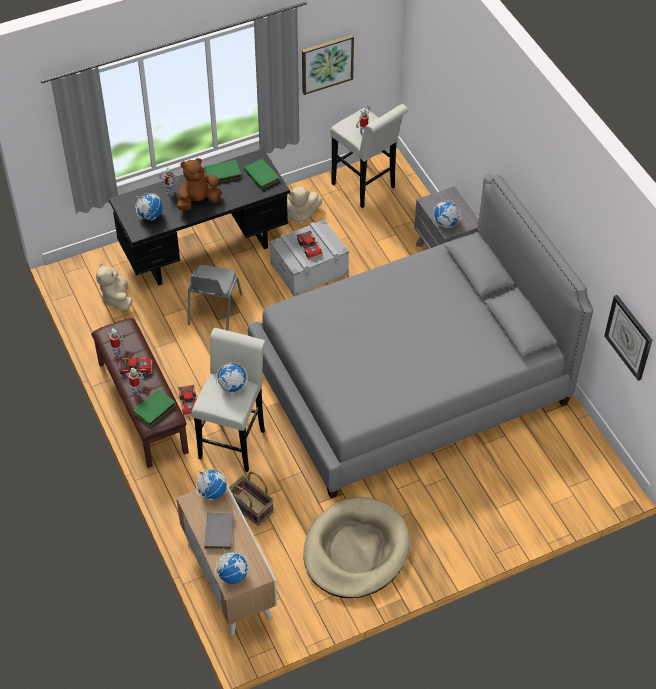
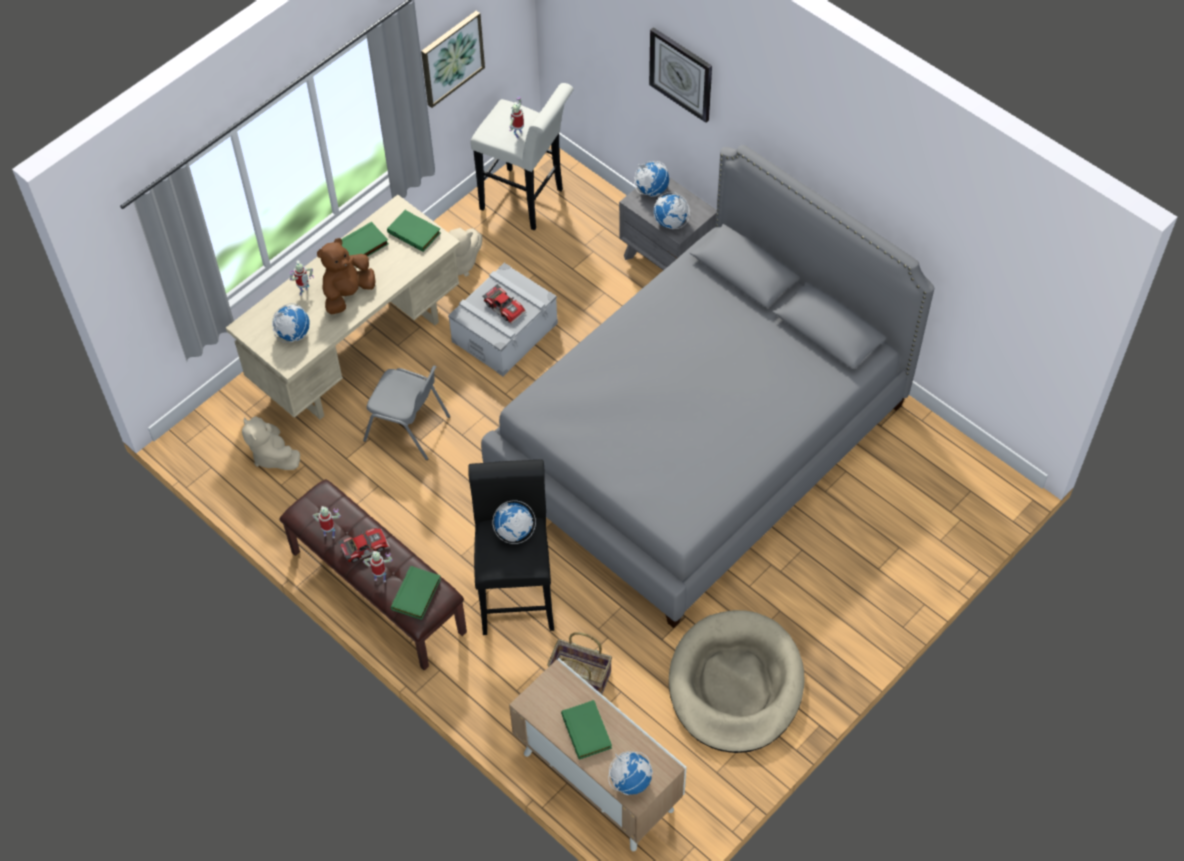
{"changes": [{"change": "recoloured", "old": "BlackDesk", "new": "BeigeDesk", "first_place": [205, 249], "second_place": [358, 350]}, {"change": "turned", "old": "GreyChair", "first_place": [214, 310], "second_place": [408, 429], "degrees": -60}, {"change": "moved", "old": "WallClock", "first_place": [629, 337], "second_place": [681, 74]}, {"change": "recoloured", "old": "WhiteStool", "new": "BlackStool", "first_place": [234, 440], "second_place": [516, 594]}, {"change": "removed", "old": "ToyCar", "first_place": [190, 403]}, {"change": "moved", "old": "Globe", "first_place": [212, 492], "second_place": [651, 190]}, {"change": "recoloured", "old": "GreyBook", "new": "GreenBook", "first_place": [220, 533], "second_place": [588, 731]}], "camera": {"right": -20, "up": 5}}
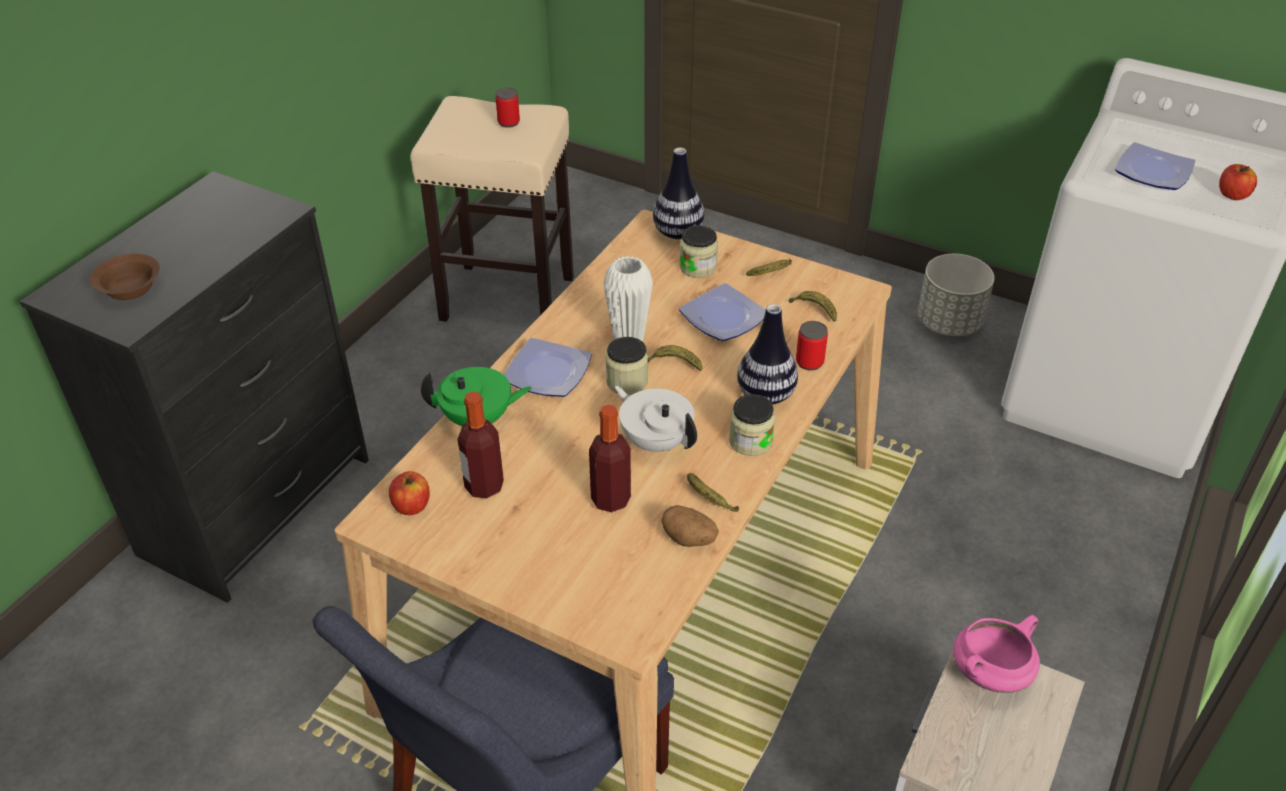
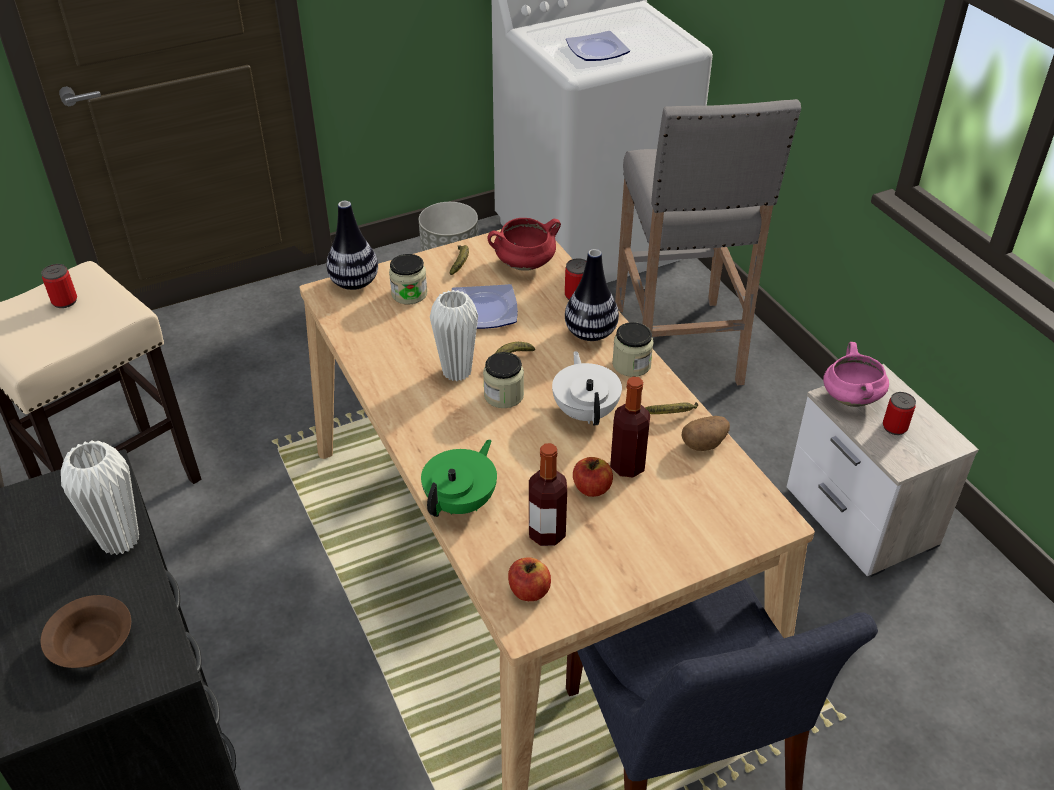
{"changes": [{"change": "moved", "old": "Apple", "first_place": [1232, 195], "second_place": [592, 488]}, {"change": "replaced", "old": "Banana", "new": "RedCookingPot", "first_place": [814, 310], "second_place": [524, 265]}, {"change": "removed", "old": "Plate", "first_place": [548, 374]}, {"change": "turned", "old": "WhiteTeapot", "first_place": [656, 441], "second_place": [586, 411], "degrees": 90}, {"change": "added", "new": "GreyStool", "second_place": [678, 347]}, {"change": "added", "new": "Can", "second_place": [894, 427]}, {"change": "added", "new": "WhiteVase", "second_place": [120, 540]}], "camera": {"right": -55, "up": 0}}
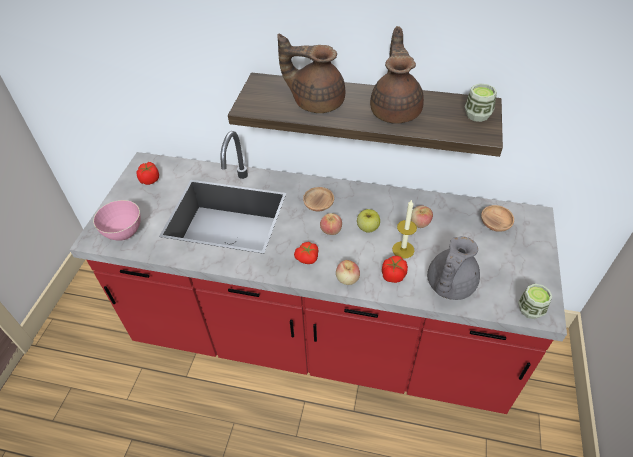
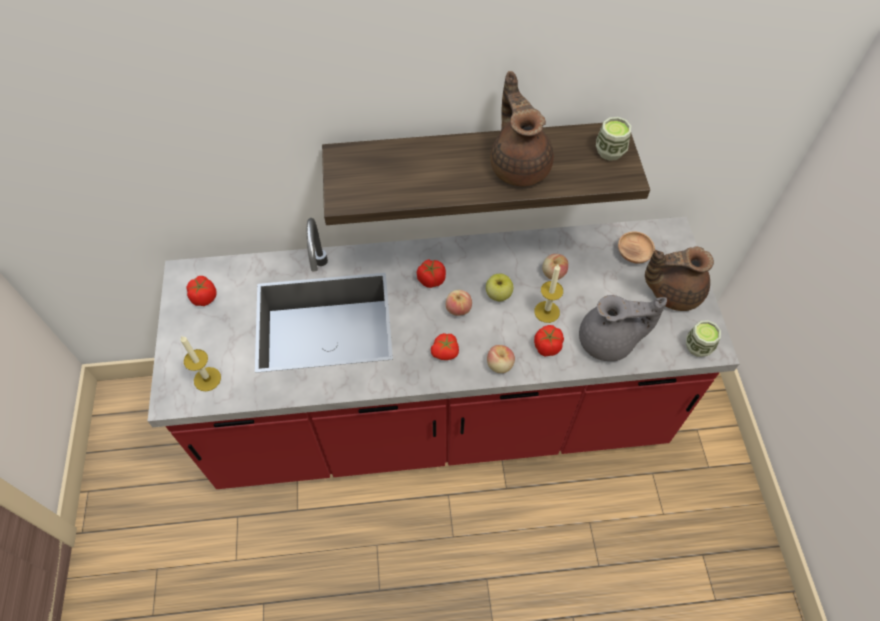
{"changes": [{"change": "moved", "old": "BrownTeapot", "first_place": [316, 102], "second_place": [672, 292]}, {"change": "replaced", "old": "BrownBowl", "new": "Tomato", "first_place": [318, 205], "second_place": [431, 279]}, {"change": "replaced", "old": "PinkBowl", "new": "Candle", "first_place": [124, 232], "second_place": [207, 379]}, {"change": "turned", "old": "GreyTeapot", "first_place": [449, 285], "second_place": [609, 341], "degrees": -105}], "camera": {"right": -20, "up": 10}}
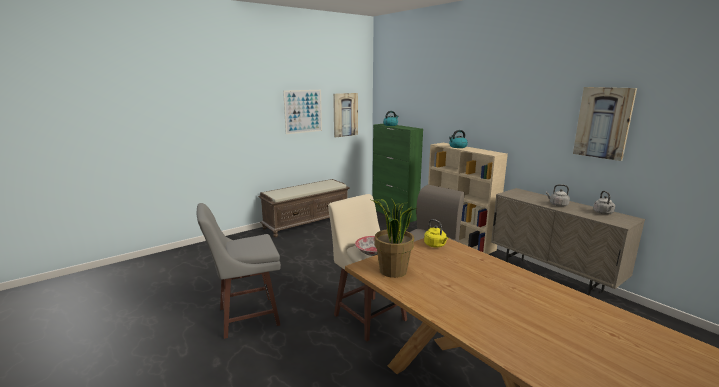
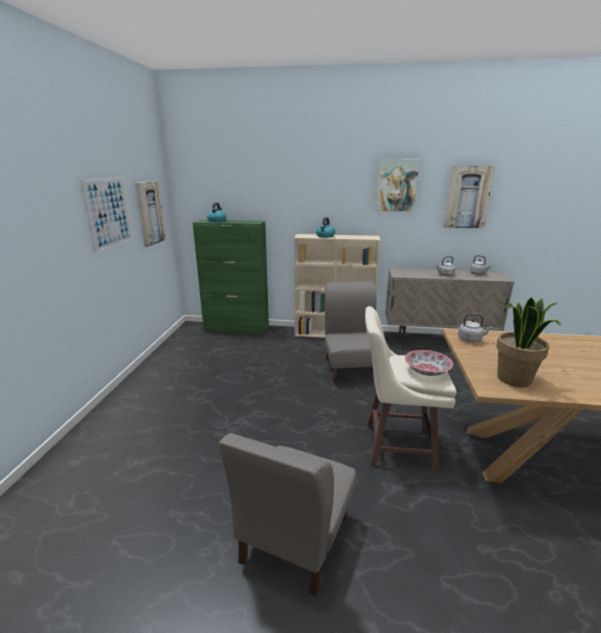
{"changes": [{"change": "removed", "old": "BrownBench", "first_place": [307, 222]}, {"change": "replaced", "old": "GreyStool", "new": "GreyChair", "first_place": [246, 317], "second_place": [294, 539]}, {"change": "recoloured", "old": "YellowKettle", "new": "GreyKettle", "first_place": [435, 245], "second_place": [471, 339]}, {"change": "added", "new": "Picture", "second_place": [396, 185]}], "camera": {"right": -45, "up": 5}}
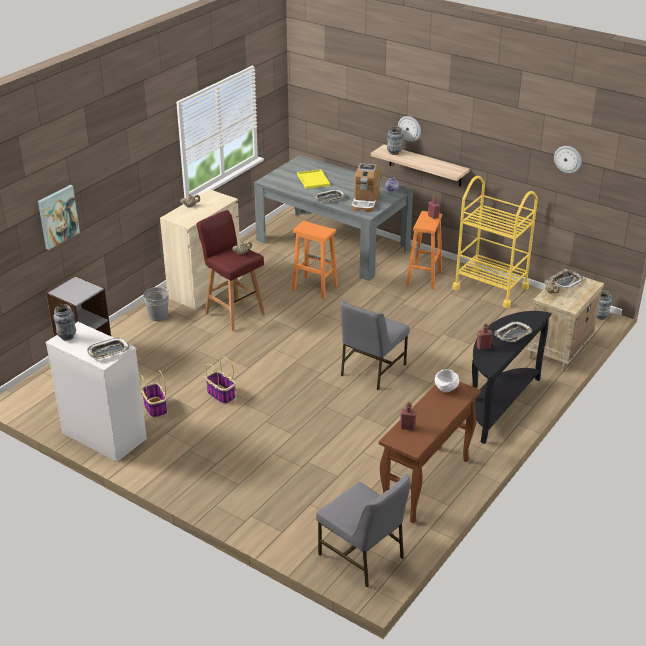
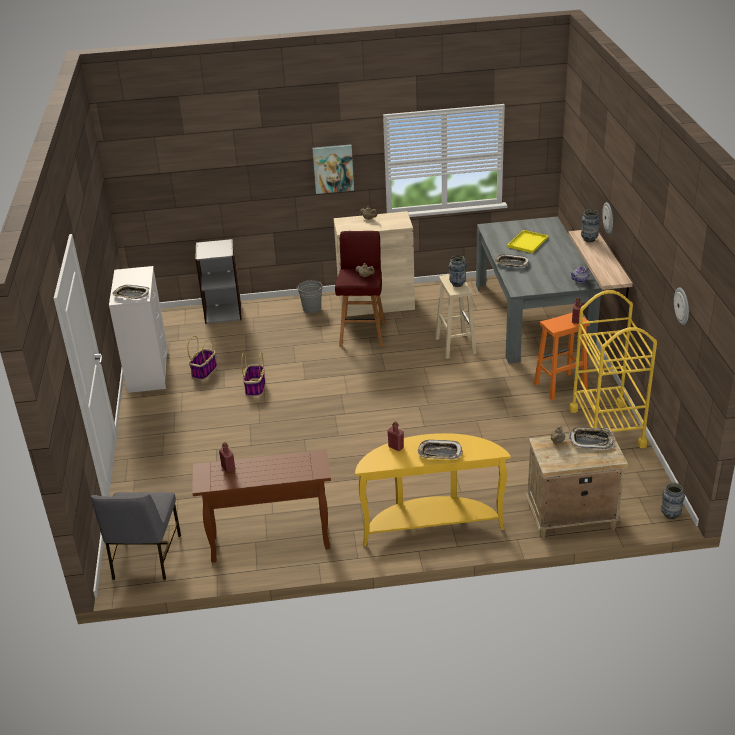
{"changes": [{"change": "removed", "old": "CoffeeMachine", "first_place": [365, 202]}, {"change": "moved", "old": "Picture", "first_place": [58, 216], "second_place": [333, 168]}, {"change": "recoloured", "old": "OrangeStool", "new": "BeigeStool", "first_place": [314, 287], "second_place": [455, 345]}, {"change": "removed", "old": "GreyChair", "first_place": [371, 370]}, {"change": "moved", "old": "Vase", "first_place": [67, 337], "second_place": [457, 284]}, {"change": "recoloured", "old": "BlackConsoleTable", "new": "YellowConsoleTable", "first_place": [498, 405], "second_place": [430, 525]}, {"change": "removed", "old": "WhiteBowl", "first_place": [446, 389]}], "camera": {"right": 50, "up": 0}}
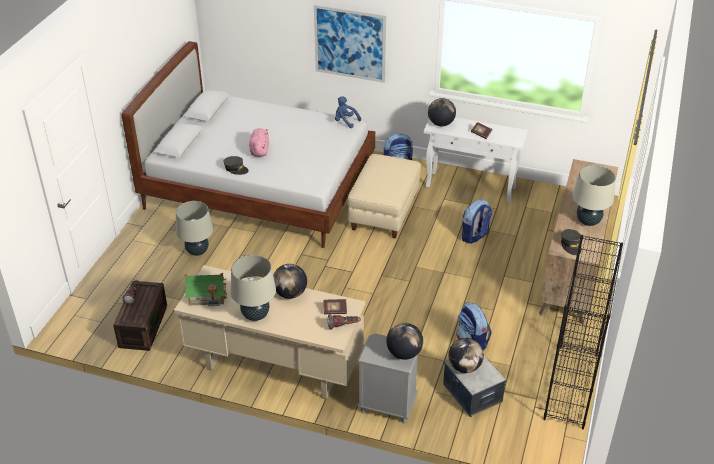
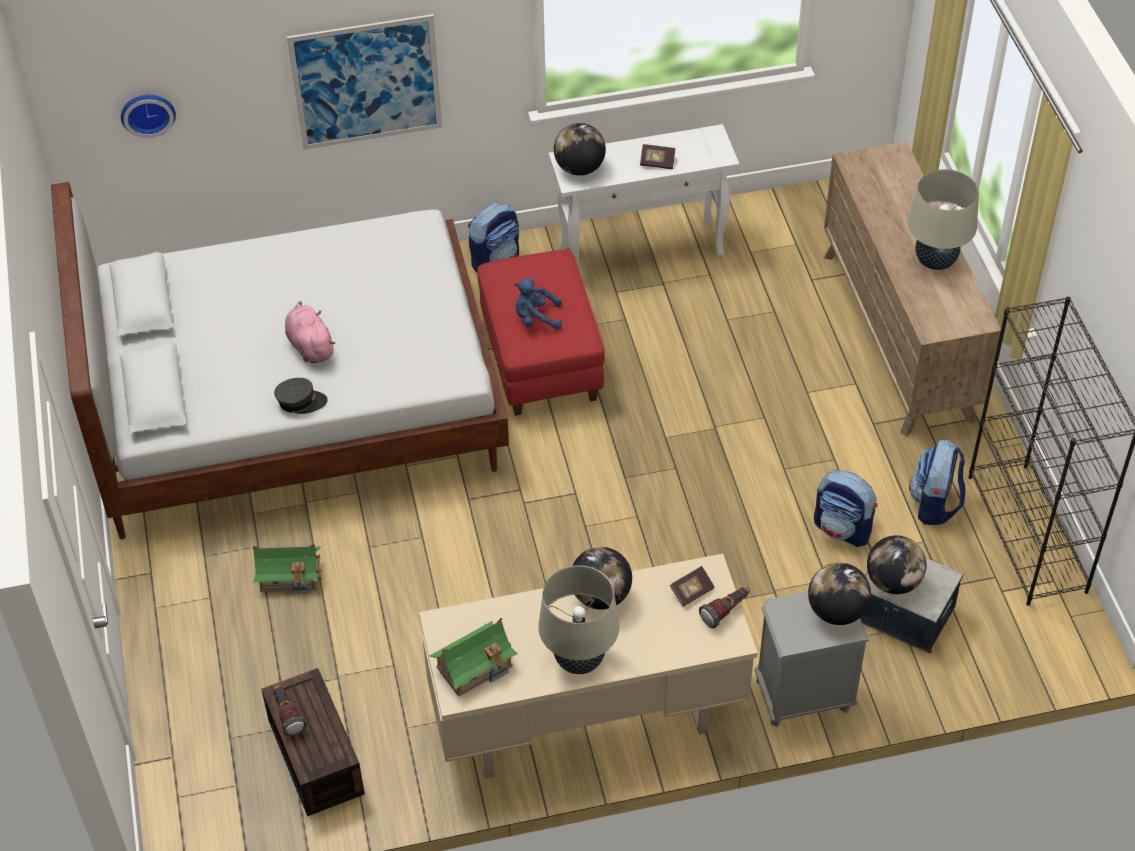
{"changes": [{"change": "moved", "old": "BluePlushToy", "first_place": [345, 121], "second_place": [536, 318]}, {"change": "recoloured", "old": "BeigeOttoman", "new": "RedOttoman", "first_place": [383, 212], "second_place": [540, 359]}, {"change": "moved", "old": "Backpack", "first_place": [475, 236], "second_place": [935, 504]}, {"change": "replaced", "old": "BeigeTableLamp", "new": "ToyHouse", "first_place": [197, 251], "second_place": [289, 575]}, {"change": "removed", "old": "GreyCap", "first_place": [571, 245]}, {"change": "added", "new": "WallClock", "second_place": [147, 112]}], "camera": {"right": -30, "up": 10}}
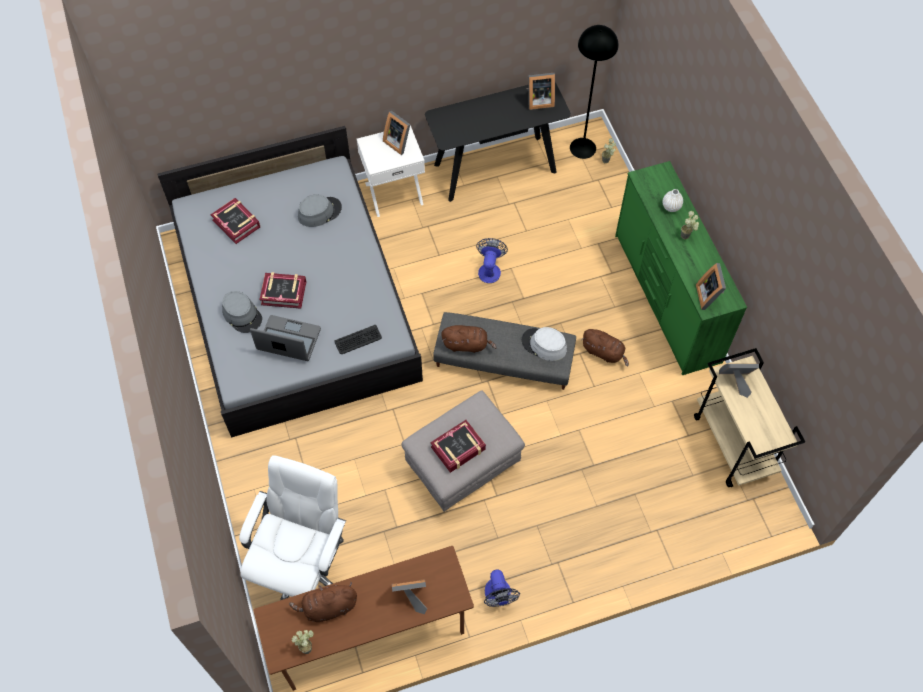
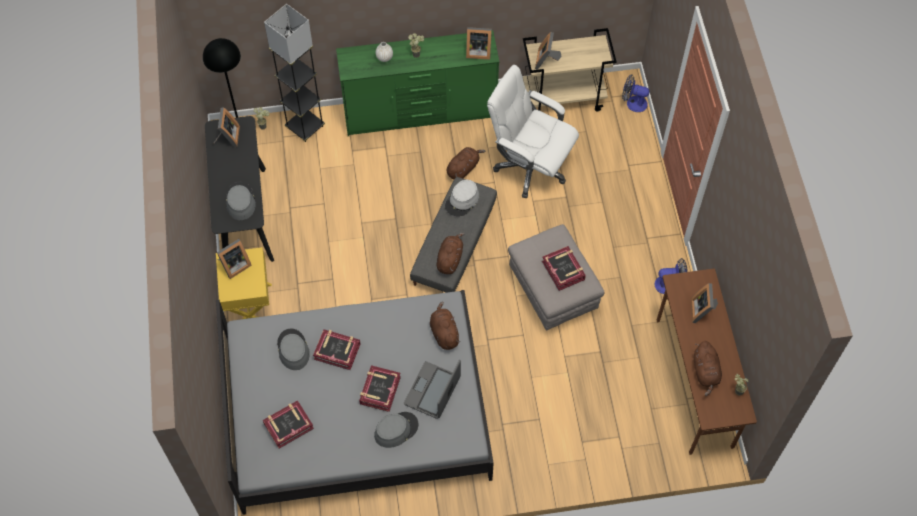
{"changes": [{"change": "recoloured", "old": "WhiteNightstand", "new": "YellowNightstand", "first_place": [393, 193], "second_place": [250, 307]}, {"change": "moved", "old": "Fan", "first_place": [490, 269], "second_place": [633, 103]}, {"change": "replaced", "old": "Keyboard", "new": "BrownPlushToy", "first_place": [358, 340], "second_place": [444, 333]}, {"change": "moved", "old": "WhiteOfficeChair", "first_place": [302, 563], "second_place": [529, 167]}, {"change": "added", "new": "GreyFloorLamp", "second_place": [305, 127]}, {"change": "added", "new": "GreyHat", "second_place": [240, 201]}, {"change": "added", "new": "Book", "second_place": [337, 351]}], "camera": {"right": -80, "up": 0}}
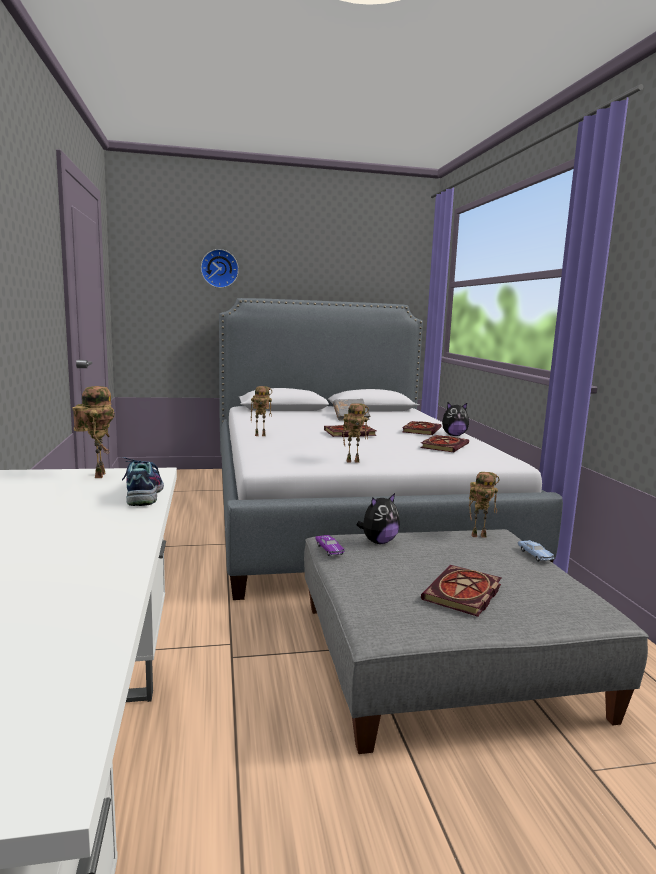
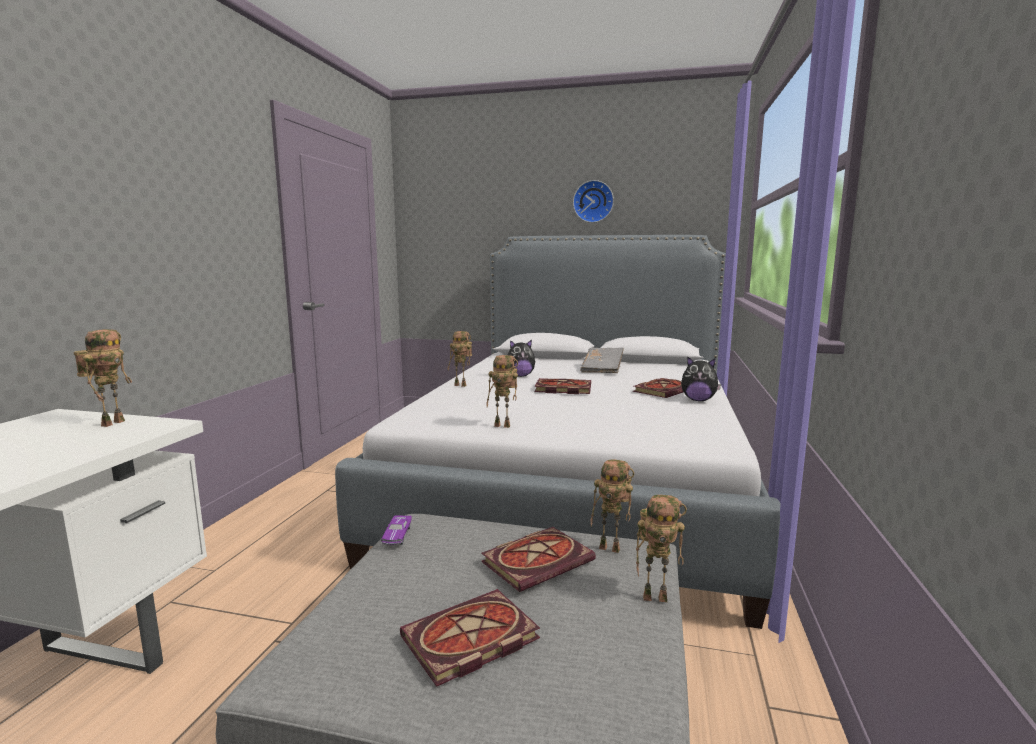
{"changes": [{"change": "moved", "old": "WallClock", "first_place": [219, 268], "second_place": [593, 201]}, {"change": "moved", "old": "Book", "first_place": [444, 446], "second_place": [538, 560]}, {"change": "removed", "old": "Shoe", "first_place": [142, 493]}, {"change": "moved", "old": "PlushToy", "first_place": [378, 542], "second_place": [520, 376]}, {"change": "replaced", "old": "BlueToyCar", "new": "ToyRobot", "first_place": [535, 555], "second_place": [656, 597]}], "camera": {"right": 25, "up": 0}}
